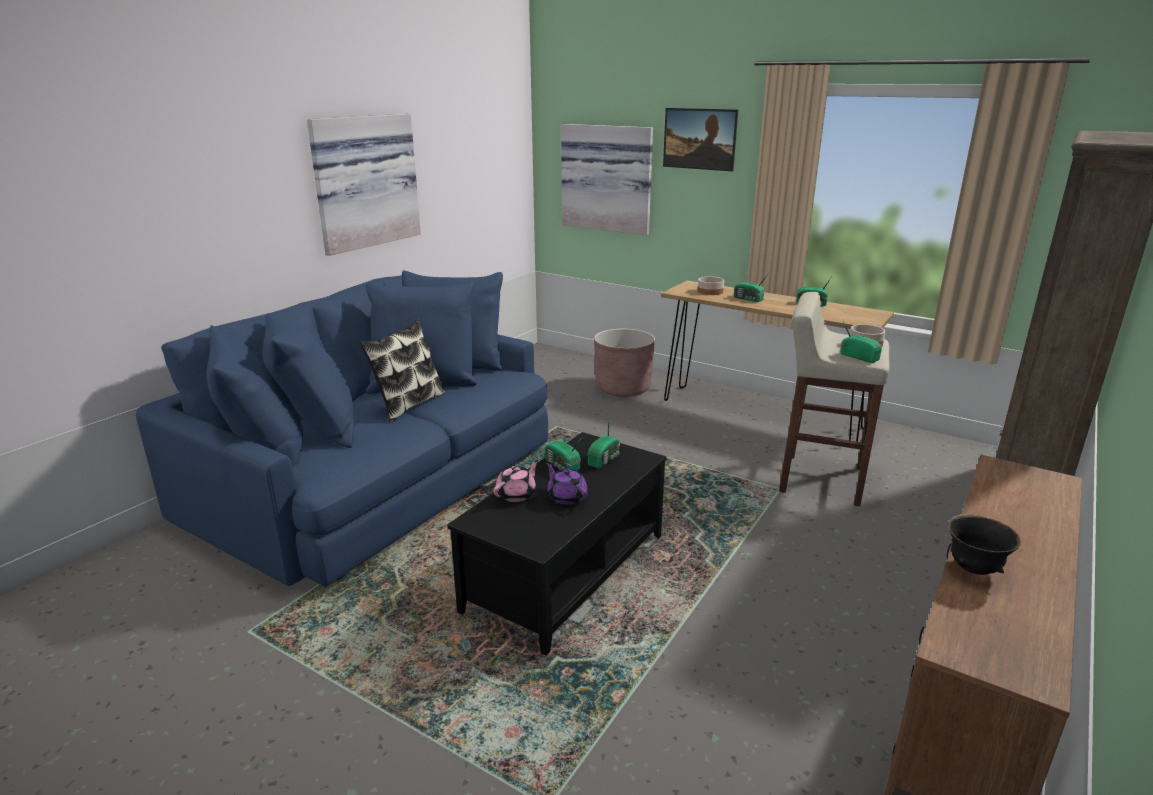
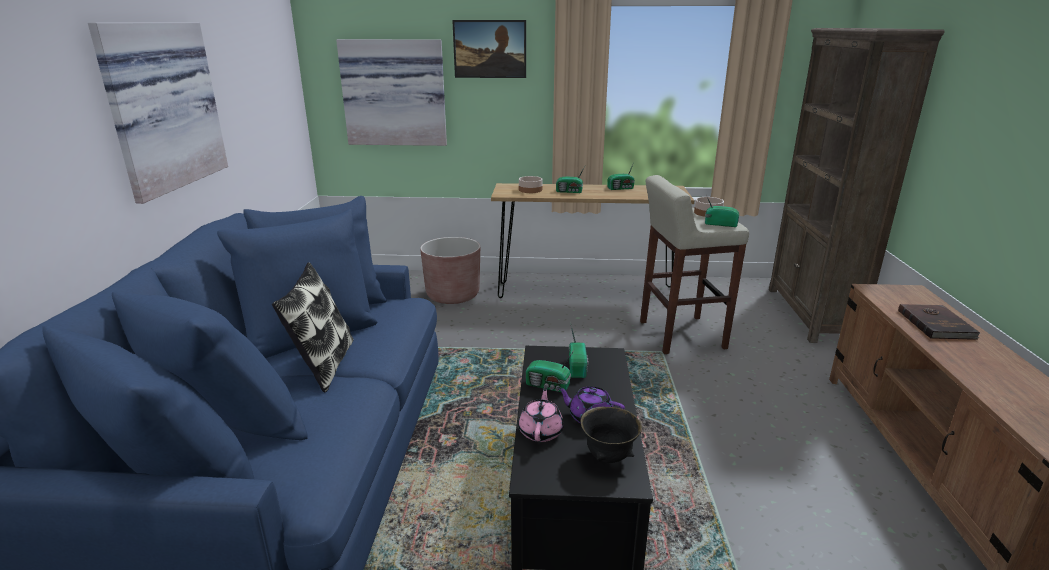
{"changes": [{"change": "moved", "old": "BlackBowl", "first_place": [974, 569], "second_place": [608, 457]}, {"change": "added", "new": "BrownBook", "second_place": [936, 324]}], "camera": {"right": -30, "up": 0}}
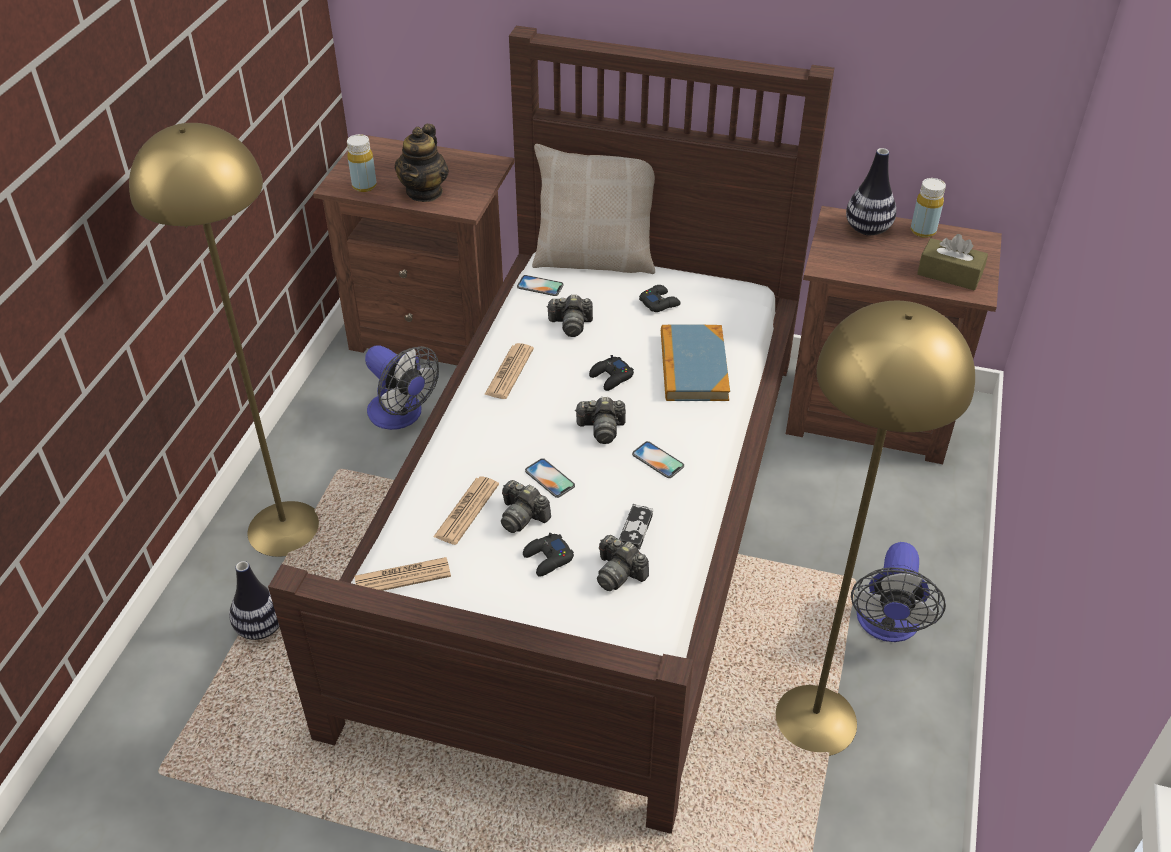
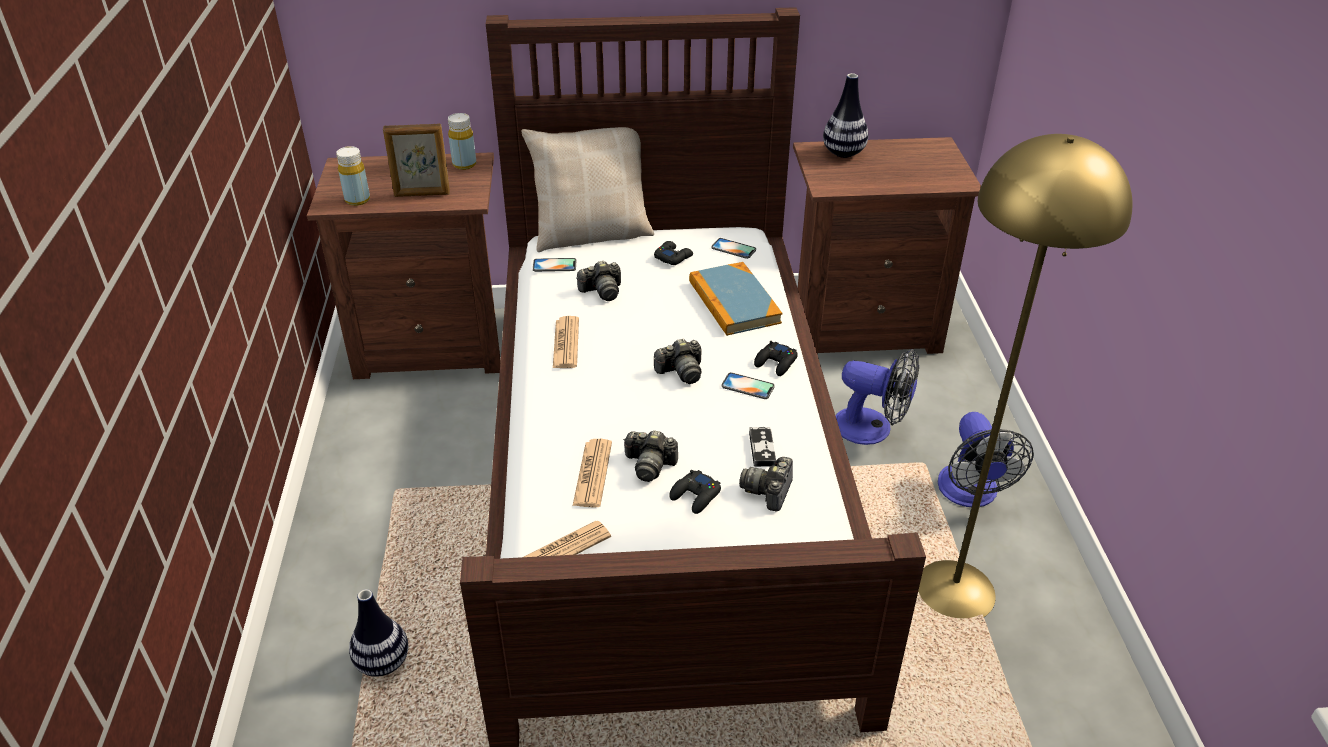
{"changes": [{"change": "removed", "old": "YellowFloorLamp", "first_place": [285, 528]}, {"change": "replaced", "old": "Teapot", "new": "PictureFrame", "first_place": [424, 192], "second_place": [422, 194]}, {"change": "moved", "old": "YellowBottle", "first_place": [923, 231], "second_place": [464, 164]}, {"change": "removed", "old": "BrownTissueBox", "first_place": [949, 274]}, {"change": "moved", "old": "Fan", "first_place": [401, 416], "second_place": [872, 429]}, {"change": "moved", "old": "BlackGameController", "first_place": [611, 377], "second_place": [776, 363]}, {"change": "moved", "old": "Phone", "first_place": [549, 478], "second_place": [733, 249]}, {"change": "turned", "old": "PhotoCamera", "first_place": [619, 573], "second_place": [768, 491], "degrees": 90}], "camera": {"right": -20, "up": -5}}
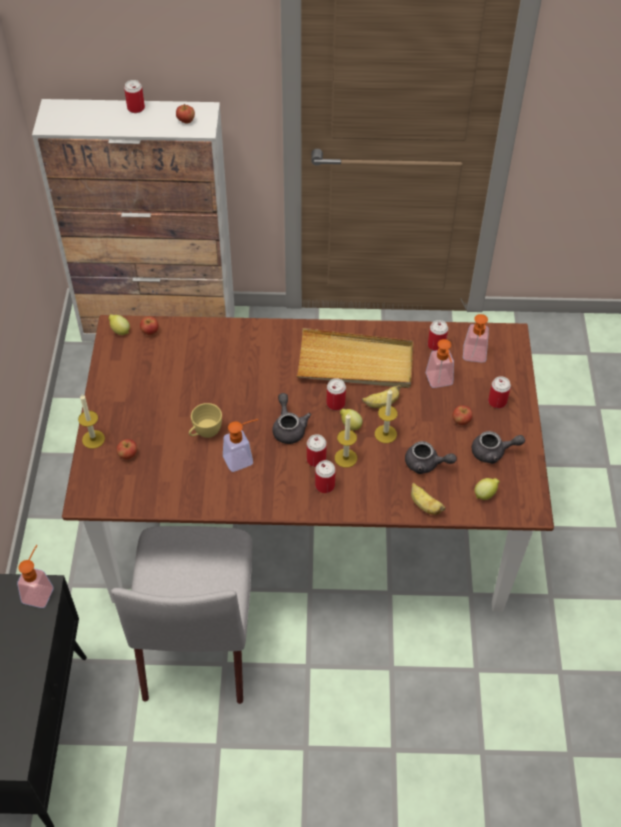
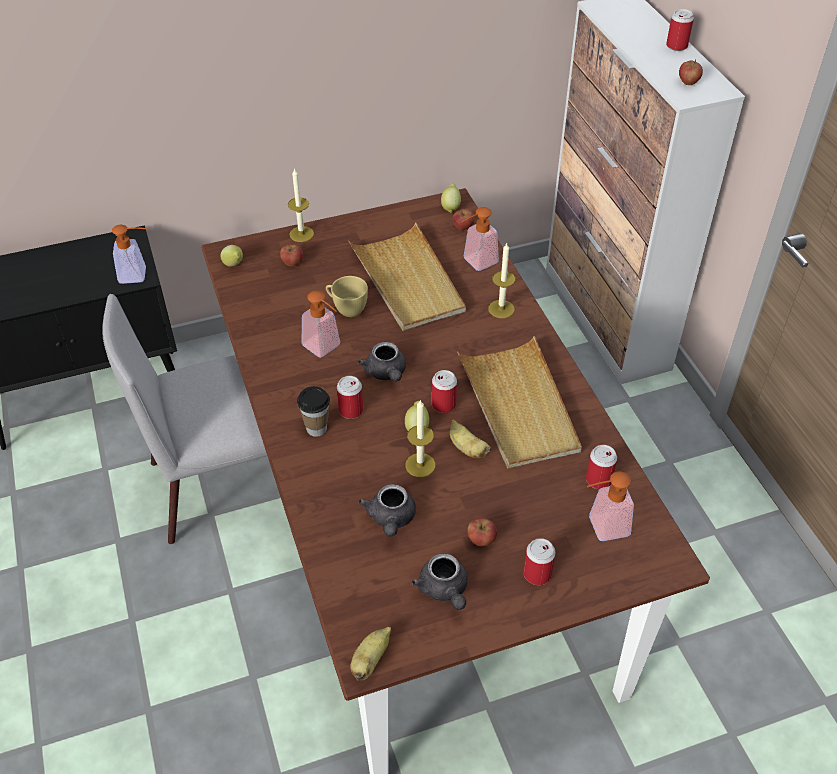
{"changes": [{"change": "moved", "old": "SoapDispenser", "first_place": [440, 383], "second_place": [475, 263]}, {"change": "turned", "old": "GreyTeapot", "first_place": [288, 428], "second_place": [386, 373], "degrees": 105}, {"change": "moved", "old": "Candle", "first_place": [345, 458], "second_place": [501, 309]}, {"change": "replaced", "old": "Can", "new": "Cup", "first_place": [325, 485], "second_place": [316, 428]}, {"change": "moved", "old": "Lemon", "first_place": [485, 494], "second_place": [234, 265]}, {"change": "moved", "old": "Banana", "first_place": [424, 505], "second_place": [370, 660]}, {"change": "added", "new": "BeigeTray", "second_place": [407, 281]}], "camera": {"right": 70, "up": -5}}
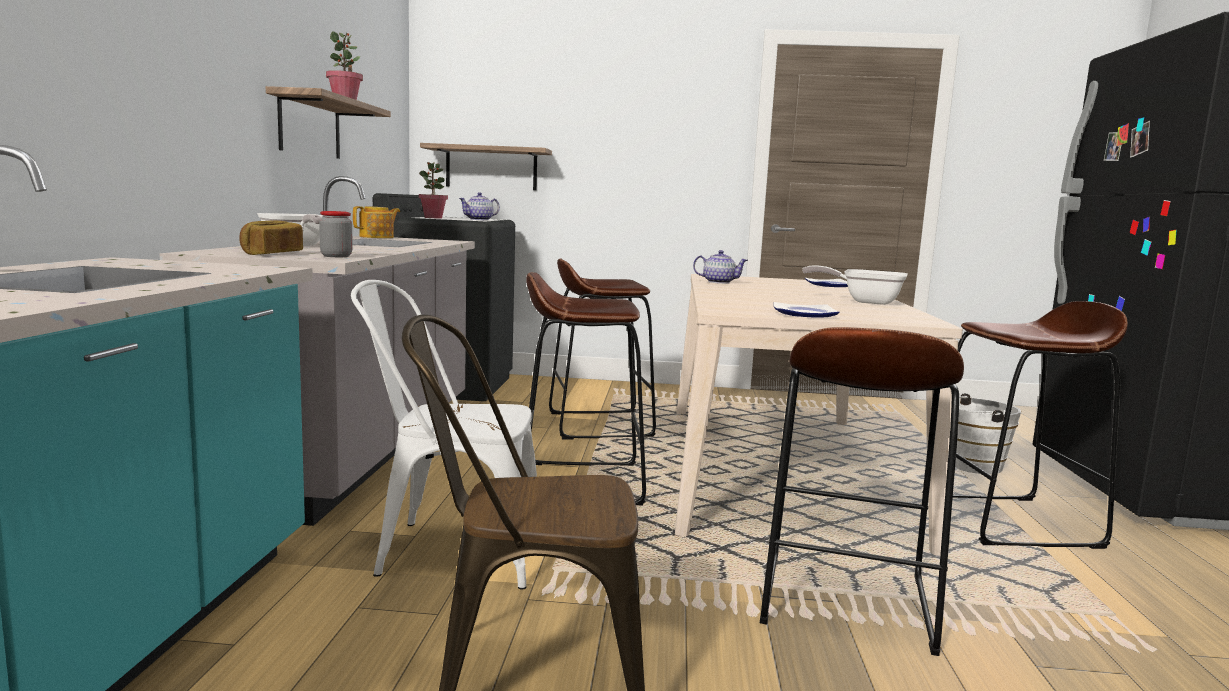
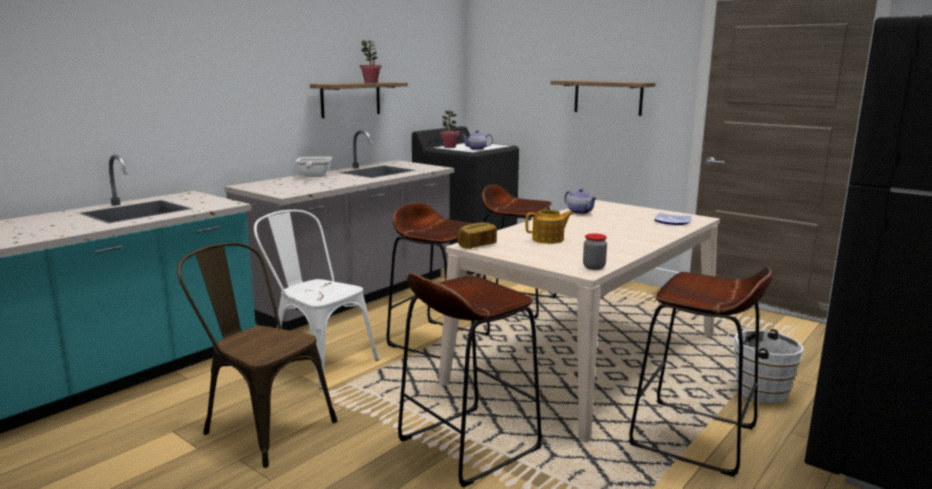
{"changes": [{"change": "moved", "old": "Shelf", "first_place": [491, 168], "second_place": [608, 97]}, {"change": "moved", "old": "Teapot", "first_place": [377, 237], "second_place": [549, 239]}, {"change": "moved", "old": "Jar", "first_place": [336, 256], "second_place": [594, 267]}, {"change": "moved", "old": "Bread", "first_place": [271, 254], "second_place": [476, 245]}, {"change": "removed", "old": "FryingPan", "first_place": [864, 301]}, {"change": "removed", "old": "Plate", "first_place": [803, 314]}], "camera": {"right": 35, "up": 5}}
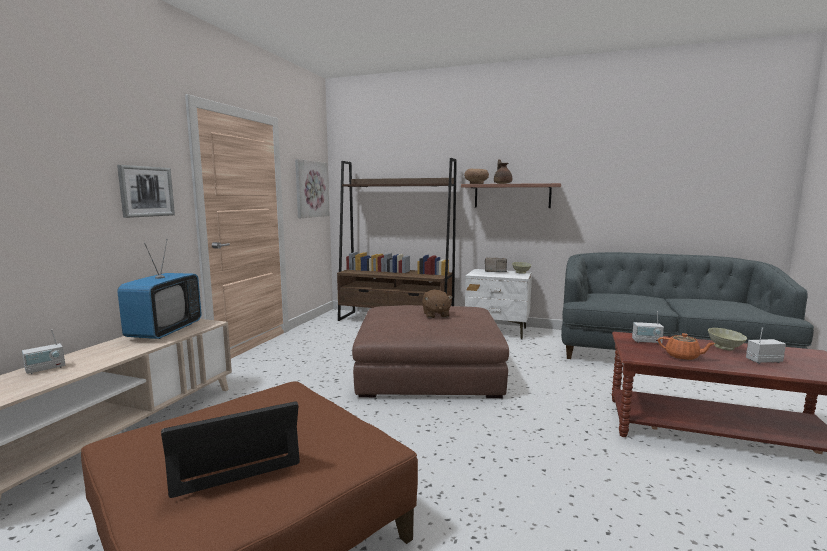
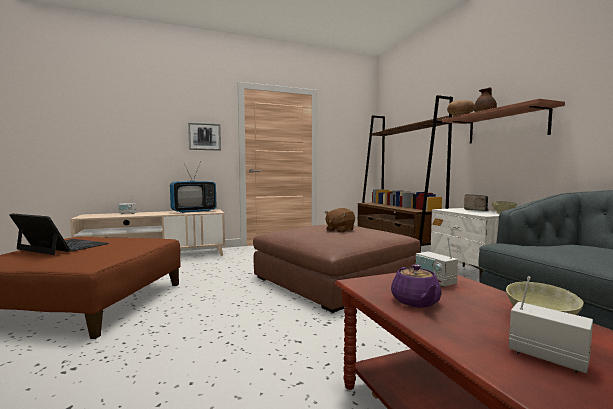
{"changes": [{"change": "removed", "old": "Picture", "first_place": [311, 189]}, {"change": "recoloured", "old": "OrangeTeapot", "new": "PurpleTeapot", "first_place": [683, 356], "second_place": [415, 302]}], "camera": {"right": 50, "up": -5}}
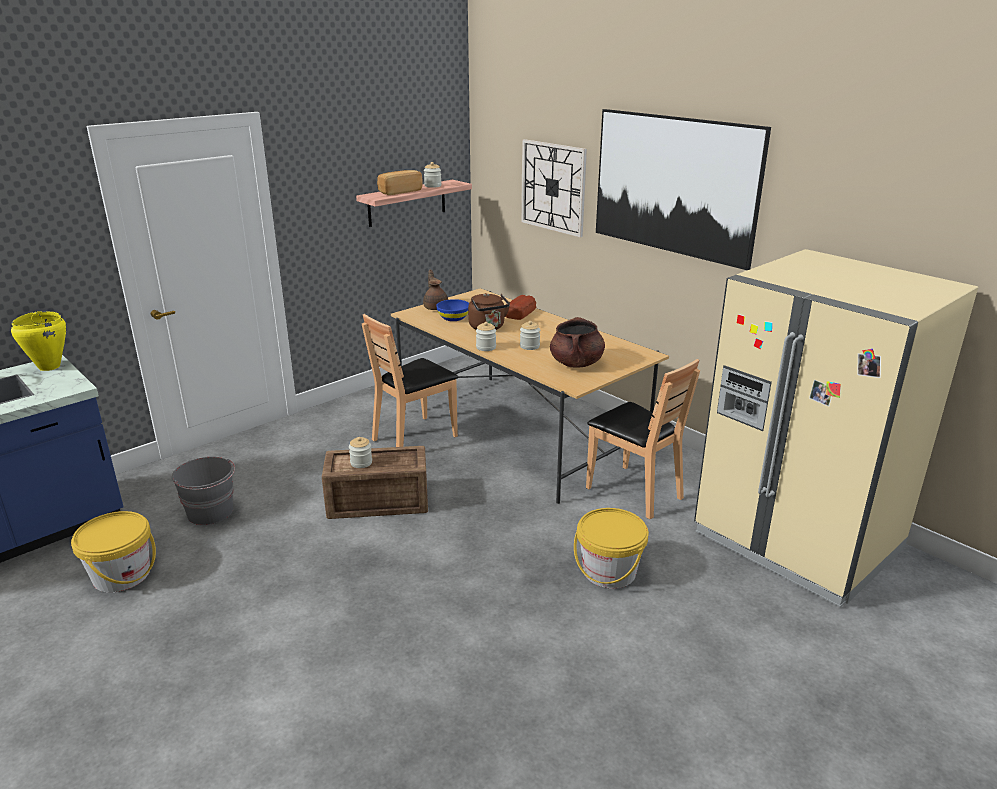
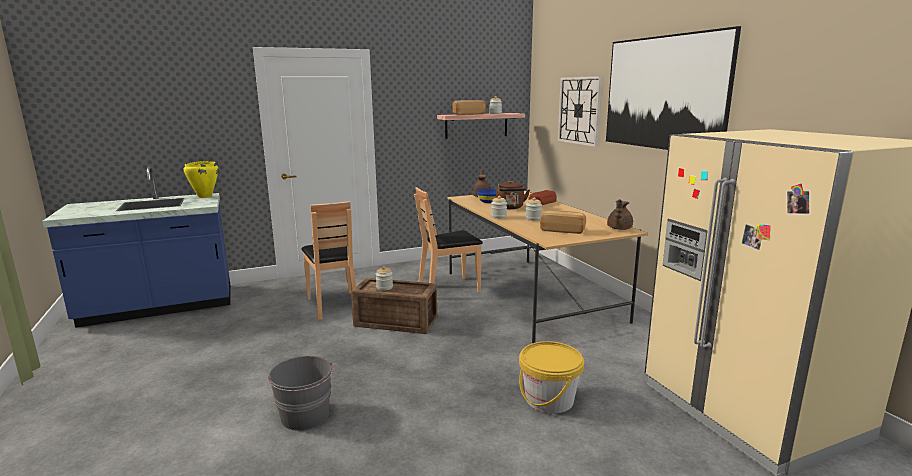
{"changes": [{"change": "replaced", "old": "BrownCookingPot", "new": "Bread", "first_place": [576, 363], "second_place": [562, 230]}, {"change": "moved", "old": "BrownChair", "first_place": [634, 492], "second_place": [334, 305]}, {"change": "moved", "old": "GreyBucket", "first_place": [211, 512], "second_place": [305, 416]}, {"change": "removed", "old": "YellowBucket", "first_place": [122, 575]}, {"change": "added", "new": "BrownTeapot", "second_place": [618, 229]}], "camera": {"right": 20, "up": -10}}
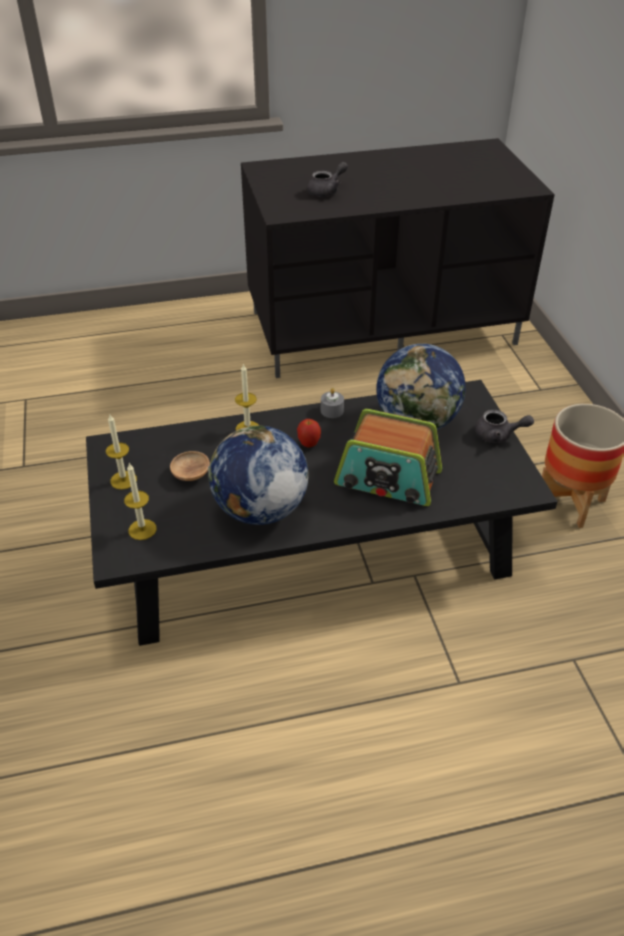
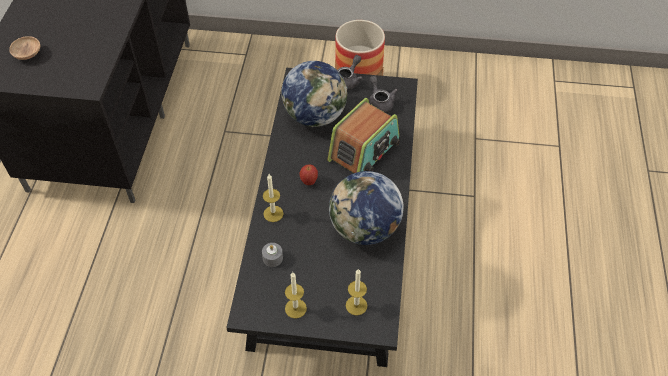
{"changes": [{"change": "moved", "old": "GreyTeapot", "first_place": [327, 191], "second_place": [379, 103]}, {"change": "moved", "old": "GreyCandle", "first_place": [332, 410], "second_place": [272, 258]}, {"change": "moved", "old": "BrownBowl", "first_place": [191, 474], "second_place": [28, 54]}], "camera": {"right": -70, "up": 10}}
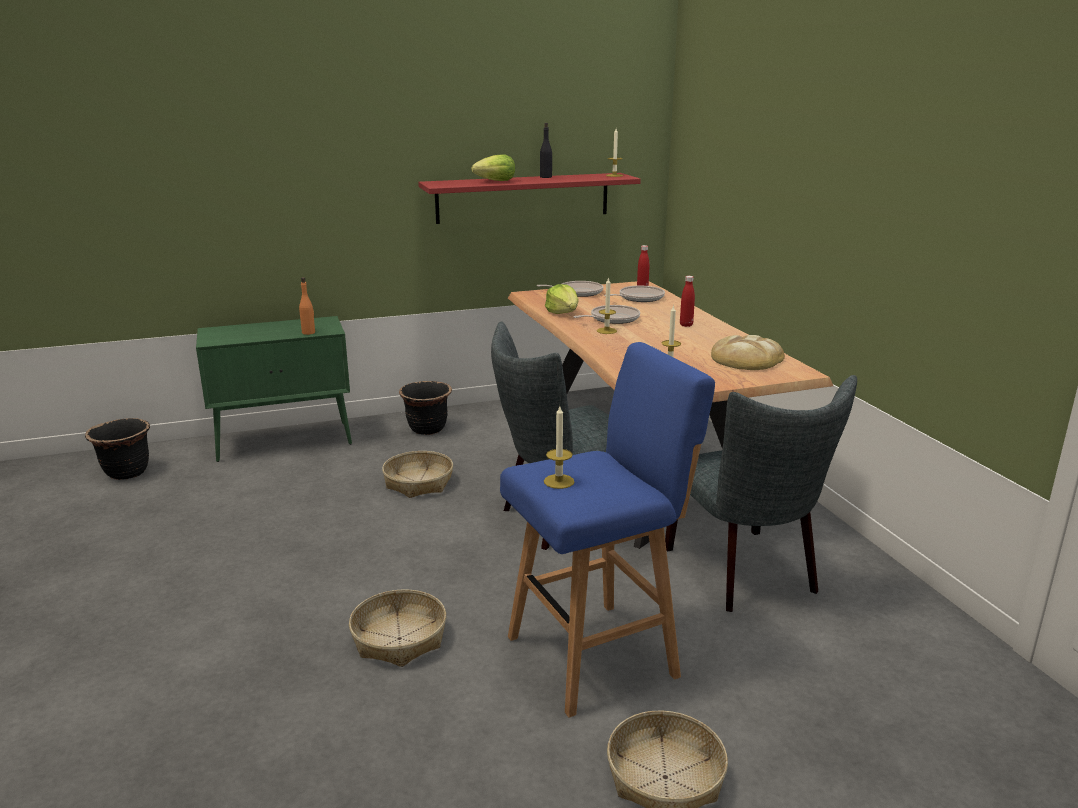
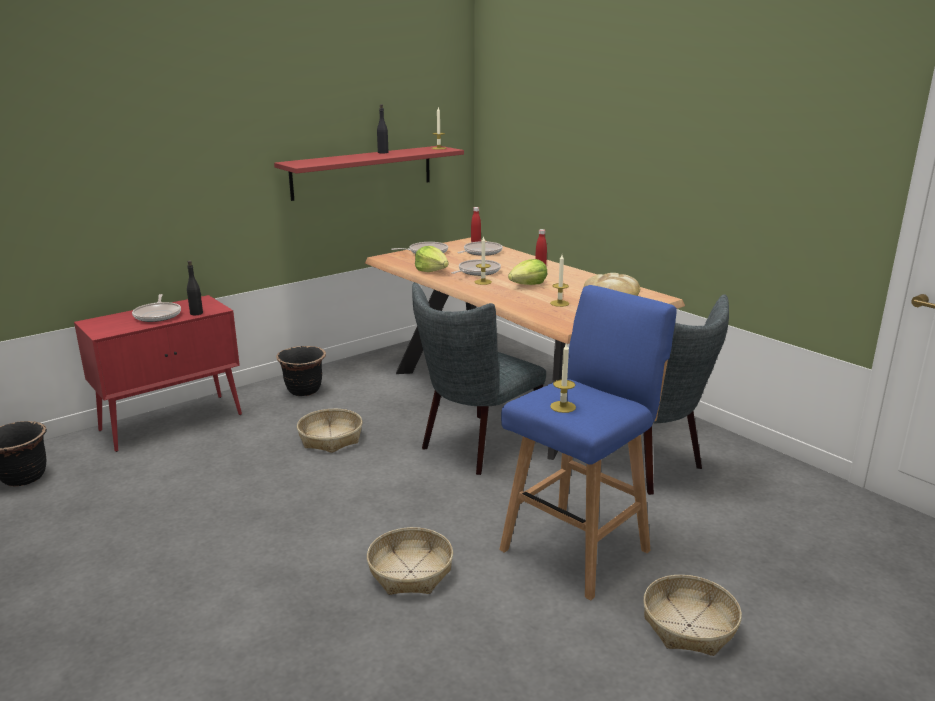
{"changes": [{"change": "moved", "old": "Lettuce", "first_place": [496, 181], "second_place": [528, 285]}, {"change": "recoloured", "old": "OrangeBottle", "new": "BlackBottle", "first_place": [308, 332], "second_place": [196, 313]}, {"change": "recoloured", "old": "GreenCabinet", "new": "RedCabinet", "first_place": [285, 441], "second_place": [173, 422]}, {"change": "added", "new": "FryingPan", "second_place": [158, 315]}], "camera": {"right": -20, "up": 0}}
